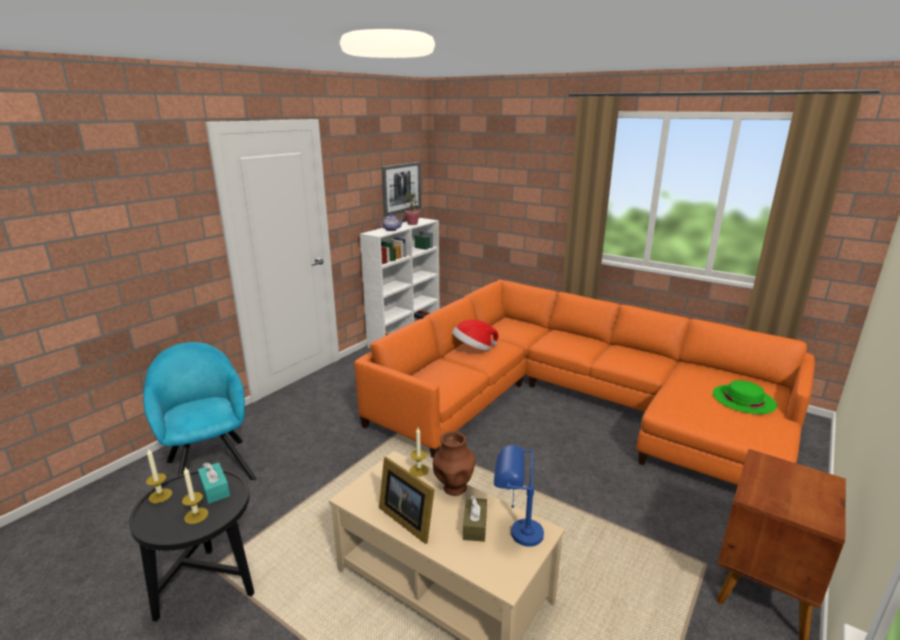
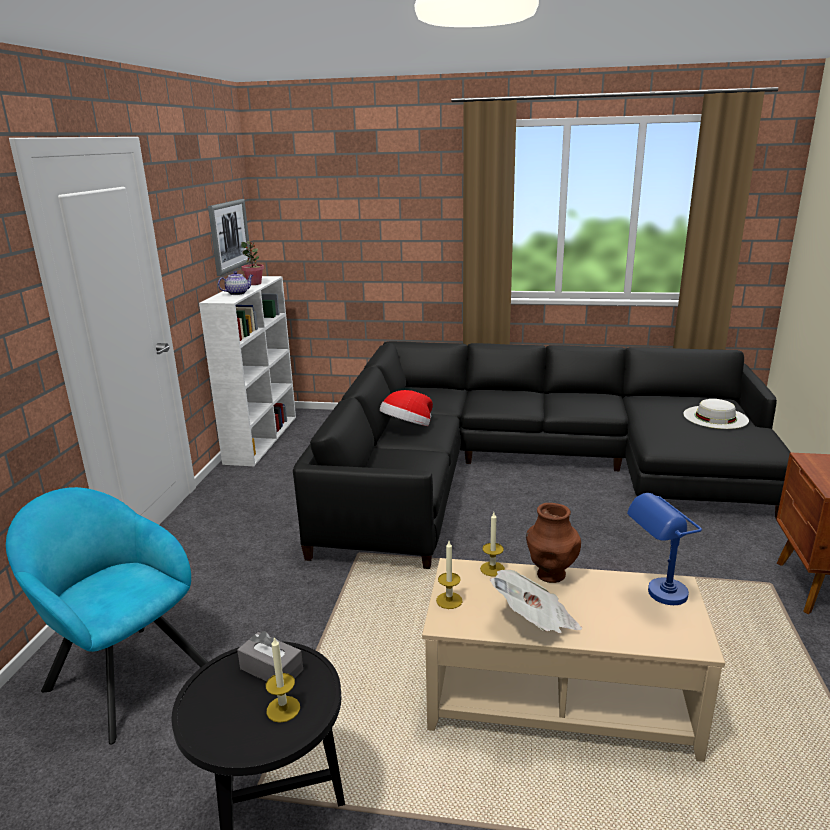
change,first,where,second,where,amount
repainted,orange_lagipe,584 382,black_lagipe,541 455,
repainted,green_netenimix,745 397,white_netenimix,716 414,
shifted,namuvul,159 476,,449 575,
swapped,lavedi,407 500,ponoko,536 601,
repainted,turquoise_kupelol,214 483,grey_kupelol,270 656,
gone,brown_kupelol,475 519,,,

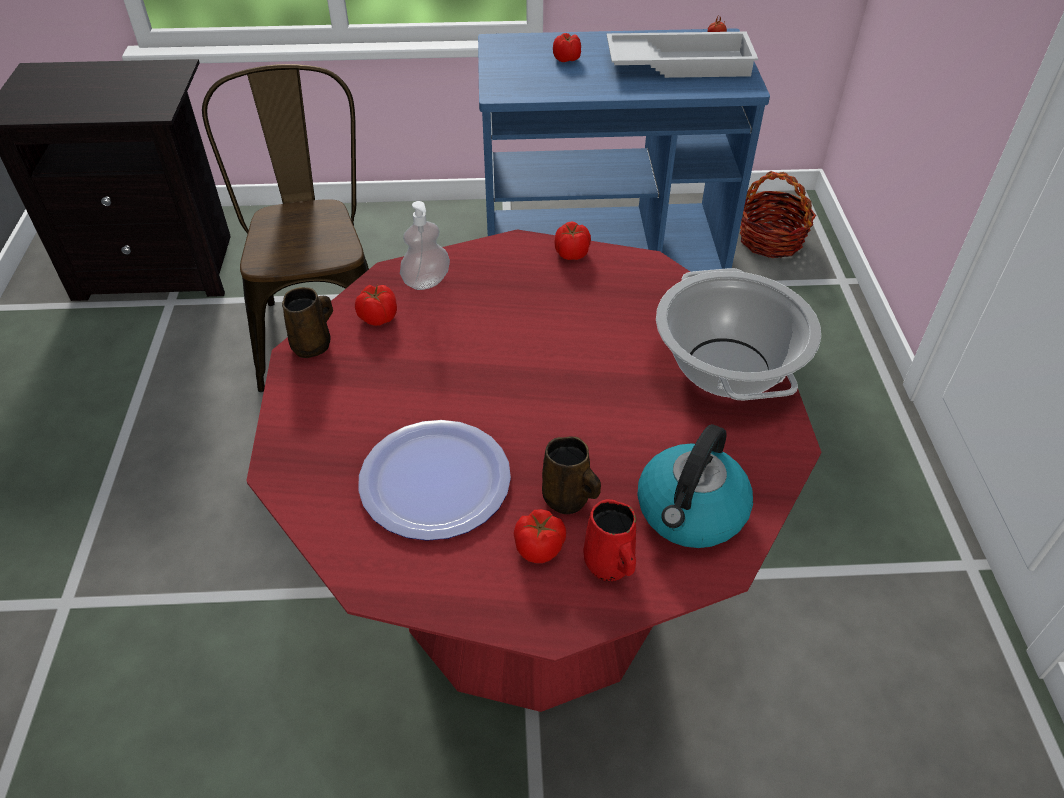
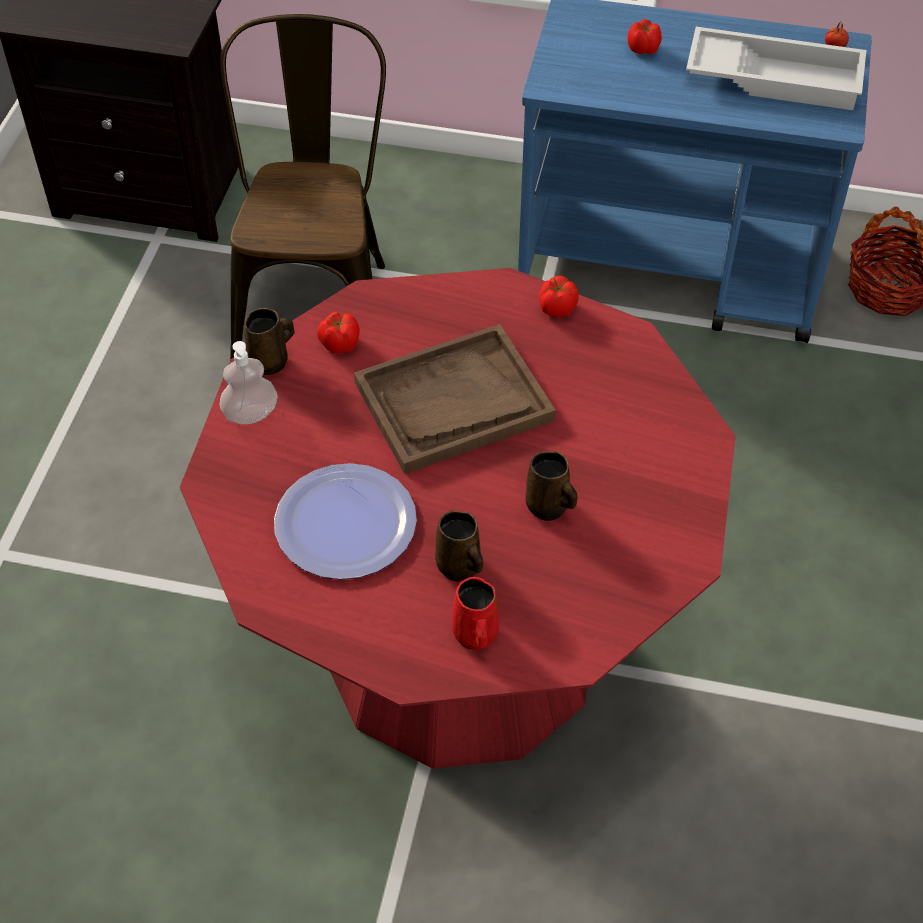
change,first,where,second,where,amount
shifted,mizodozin,425 245,,249 382,
gone,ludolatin,738 334,,,
gone,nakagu,695 486,,,
gone,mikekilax,540 536,,,
new,,,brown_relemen,455 399,
new,,,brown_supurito,551 486,

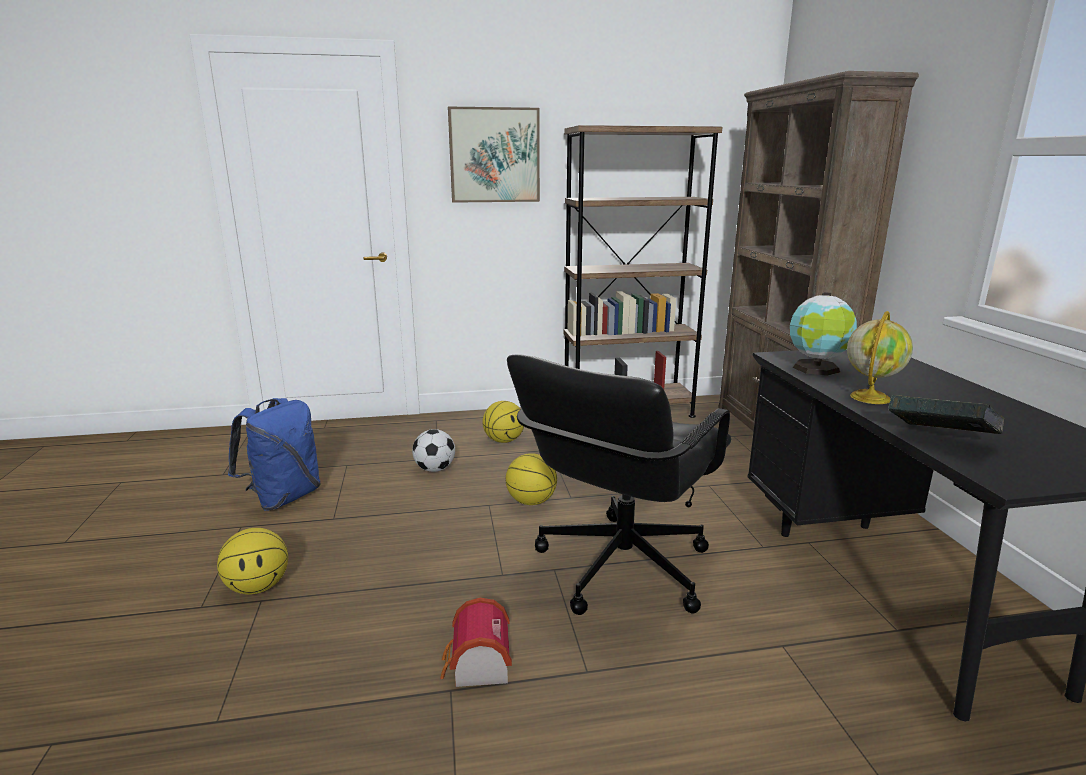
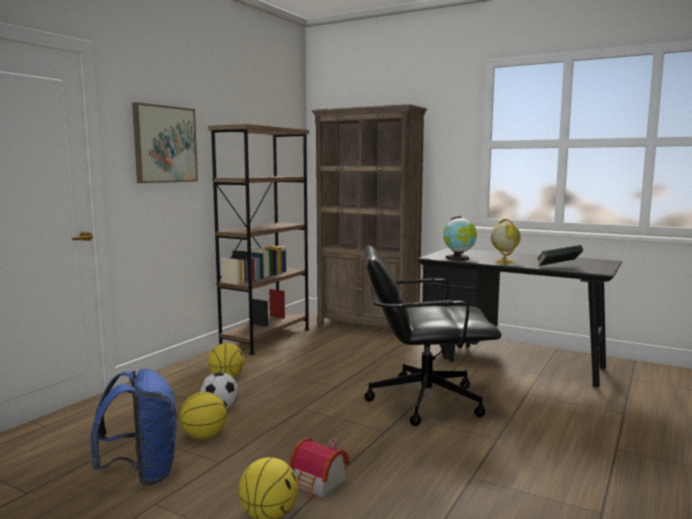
change,first,where,second,where,amount
rotated,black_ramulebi,619 484,,432 336,105 degrees clockwise
shifted,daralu,531 479,,203 415,
shifted,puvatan,476 642,,319 469,

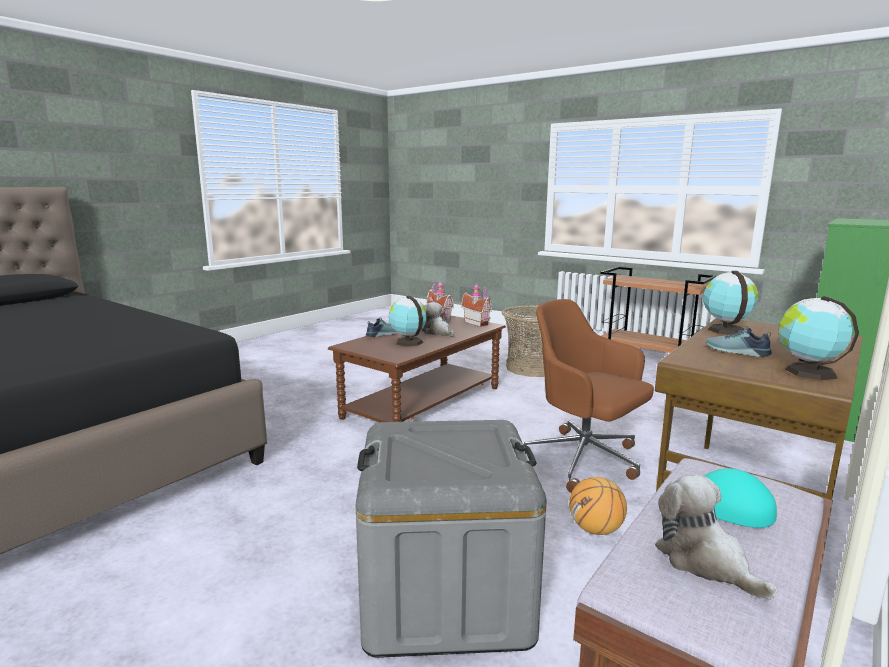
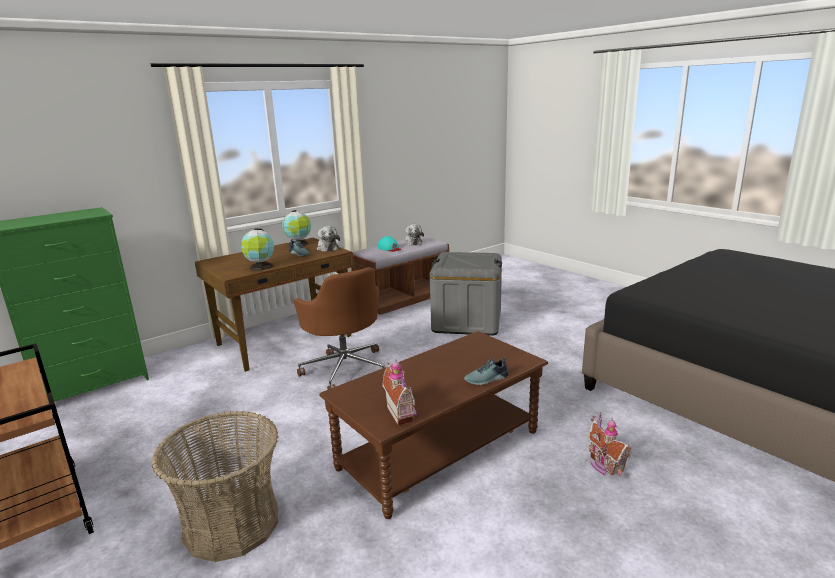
change,first,where,second,where,amount
shifted,puvatan,476 305,,609 444,
gone,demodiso,407 321,,,
shifted,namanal,438 319,,328 239,
gone,daralu,598 506,,,

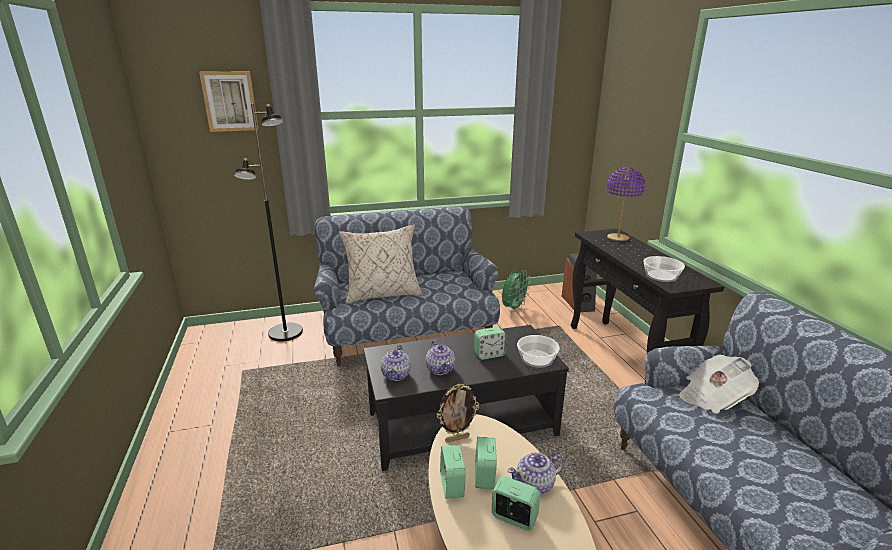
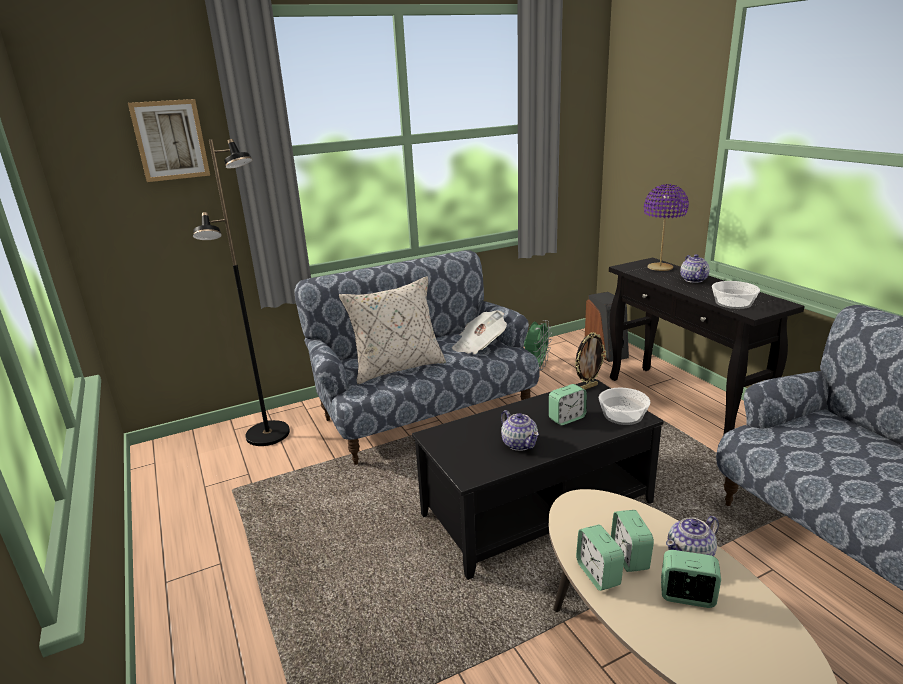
change,first,where,second,where,amount
shifted,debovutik,396 363,,695 268,
shifted,ponoko,719 384,,479 332,
shifted,lavedi,458 413,,590 361,

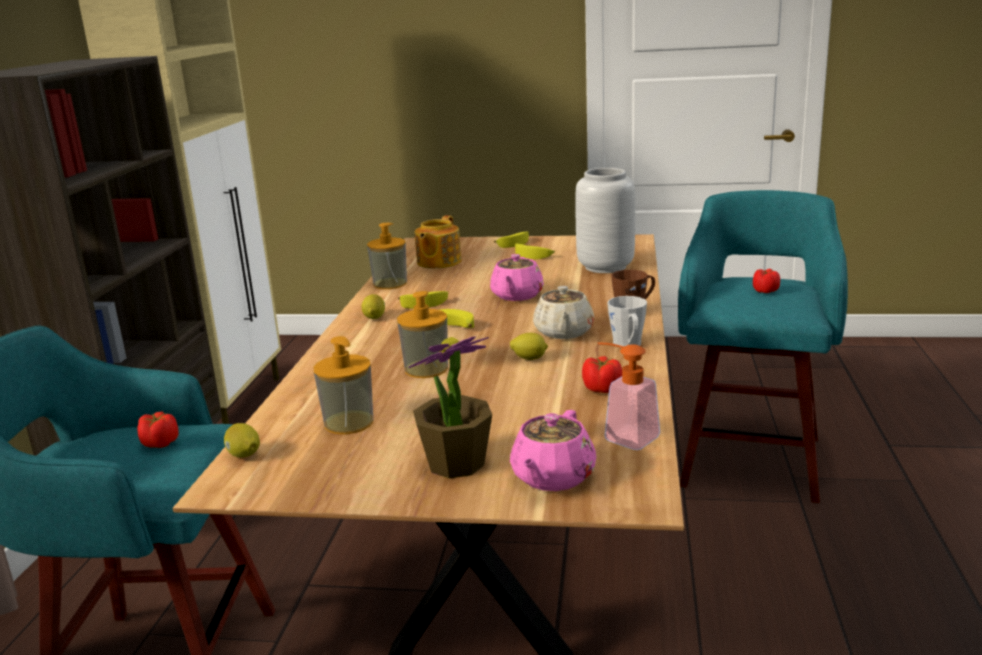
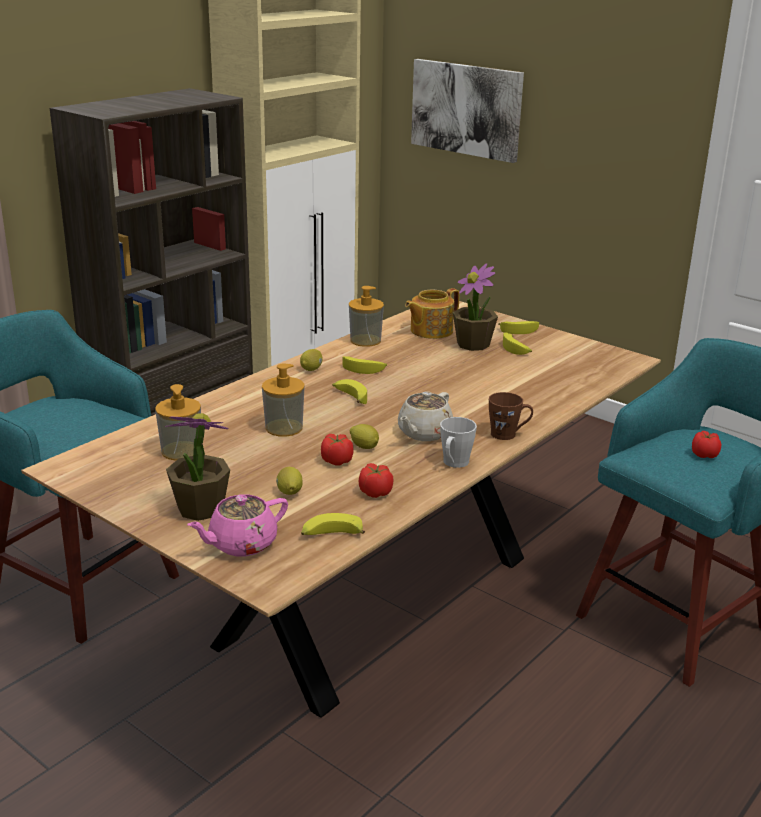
change,first,where,second,where,amount
gone,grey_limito,605 220,,,
gone,pink_debovutik,517 277,,,
swapped,mizodozin,629 396,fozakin,333 524,
shifted,mikekilax,158 429,,337 450,
shifted,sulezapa,242 440,,289 481,
new,,,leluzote,467 111,
new,,,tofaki,475 307,

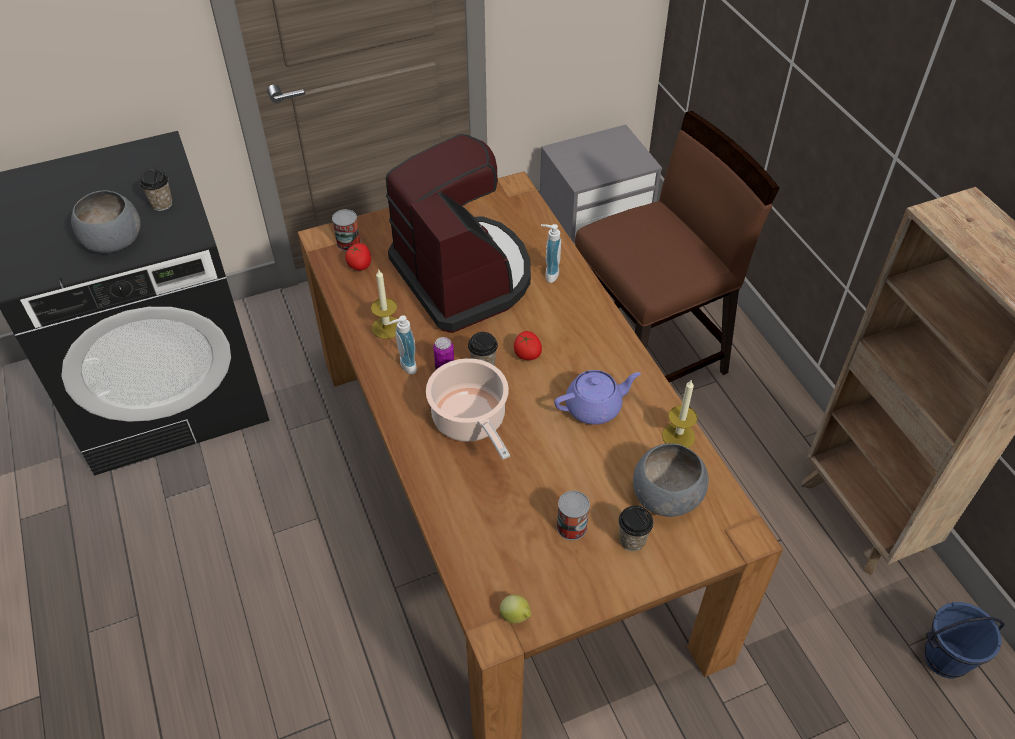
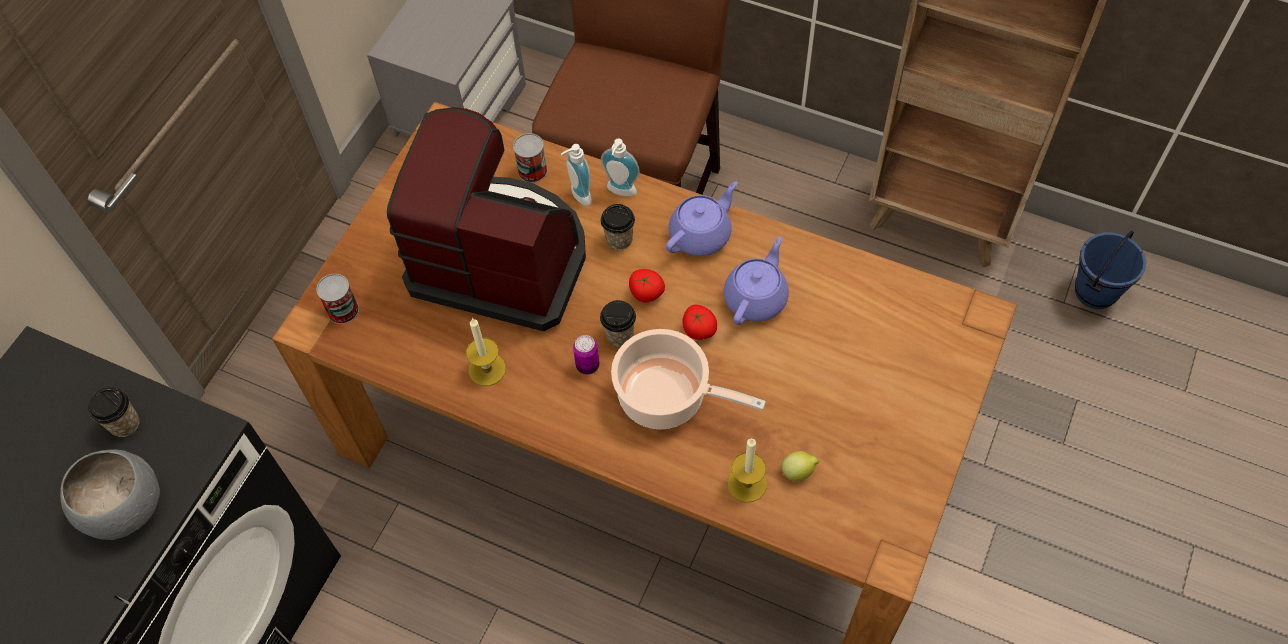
change,first,where,second,where,amount
shifted,mikekilax,358 257,,699 322,
shifted,mizodozin,403 345,,620 167,
shifted,namuvul,679 414,,747 470,
gone,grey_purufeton,671 480,,,
shifted,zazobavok,573 515,,530 158,
shifted,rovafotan,636 528,,618 227,
shifted,sulezapa,515 609,,800 466,
new,,,purple_debovutik,702 218,

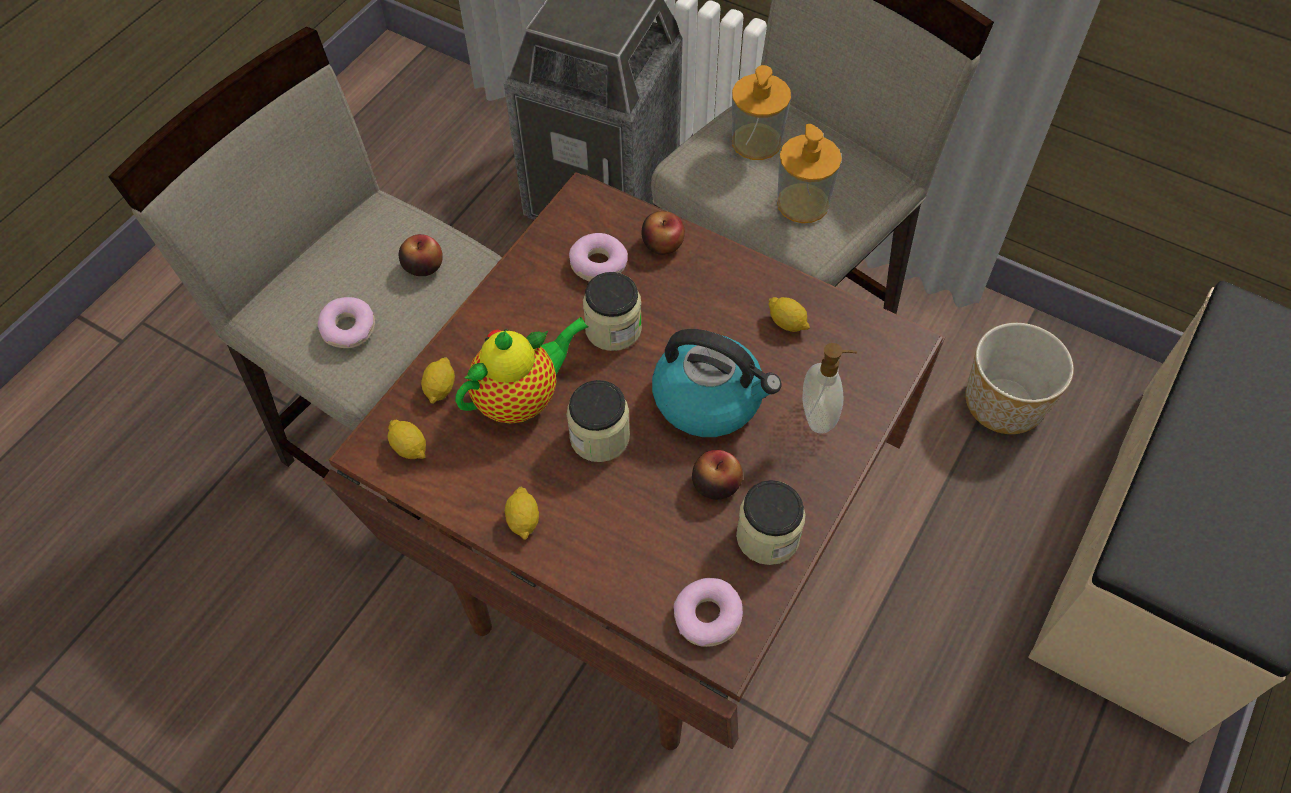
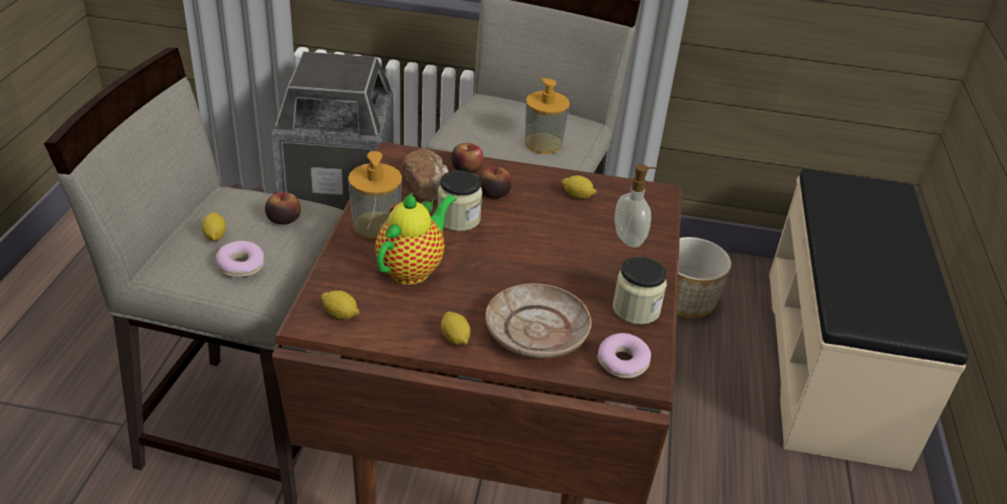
change,first,where,second,where,amount
shifted,mizodozin,761 112,,375 195,
swapped,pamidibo,598 257,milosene,425 174,
gone,nakagu,716 383,,,
shifted,sulezapa,438 380,,214 226,
gone,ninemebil,598 421,,,
shifted,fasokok,717 475,,495 182,
new,,,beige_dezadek,538 320,

